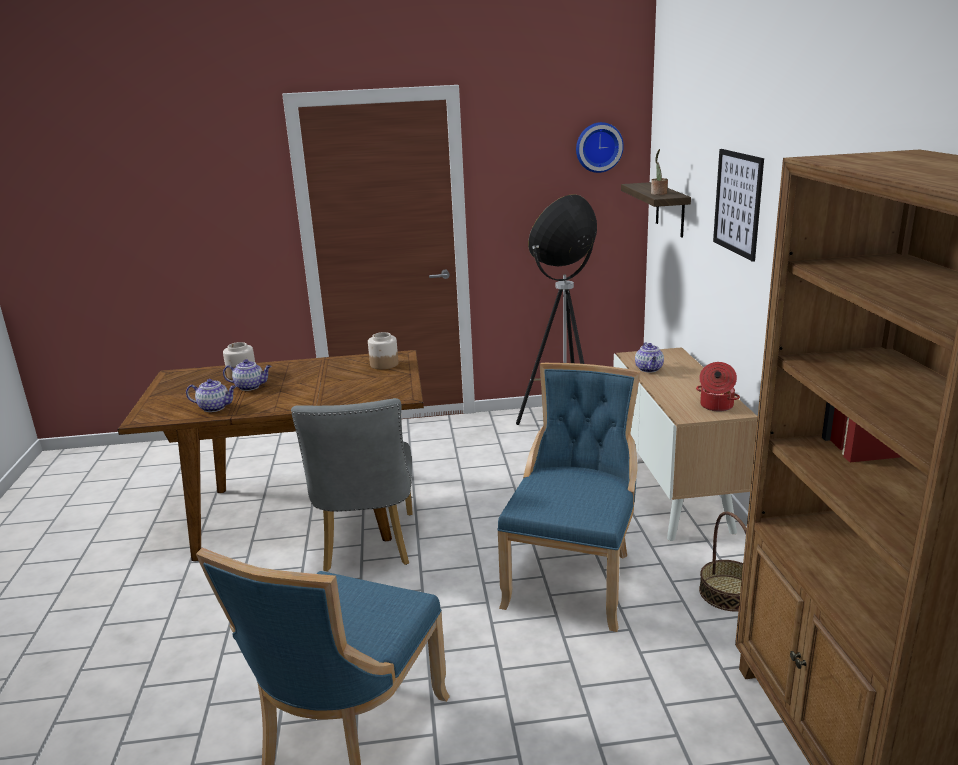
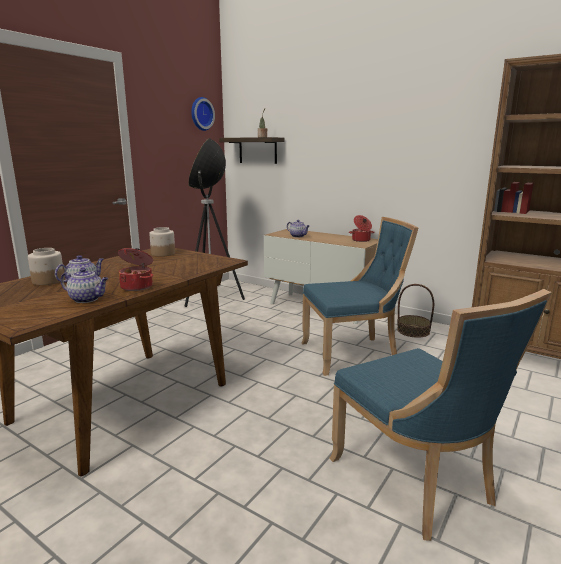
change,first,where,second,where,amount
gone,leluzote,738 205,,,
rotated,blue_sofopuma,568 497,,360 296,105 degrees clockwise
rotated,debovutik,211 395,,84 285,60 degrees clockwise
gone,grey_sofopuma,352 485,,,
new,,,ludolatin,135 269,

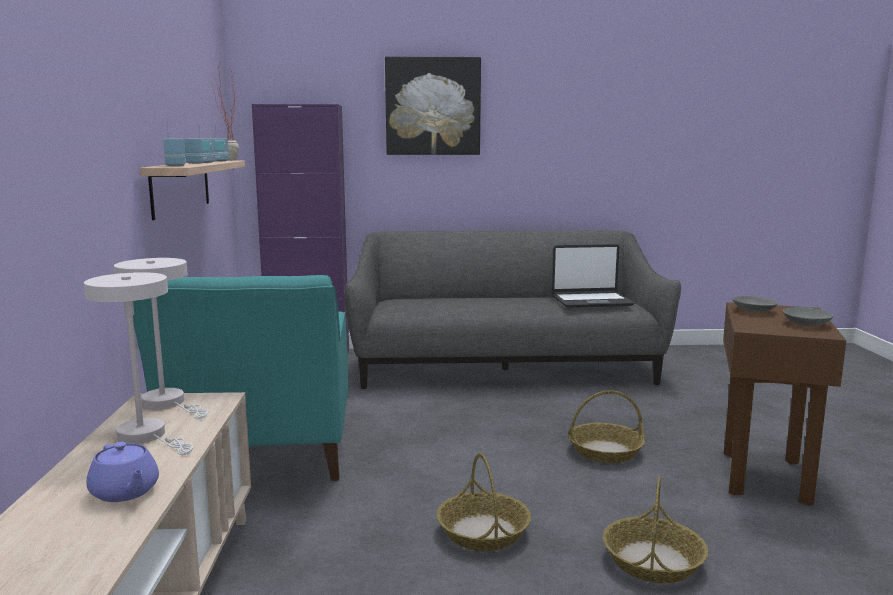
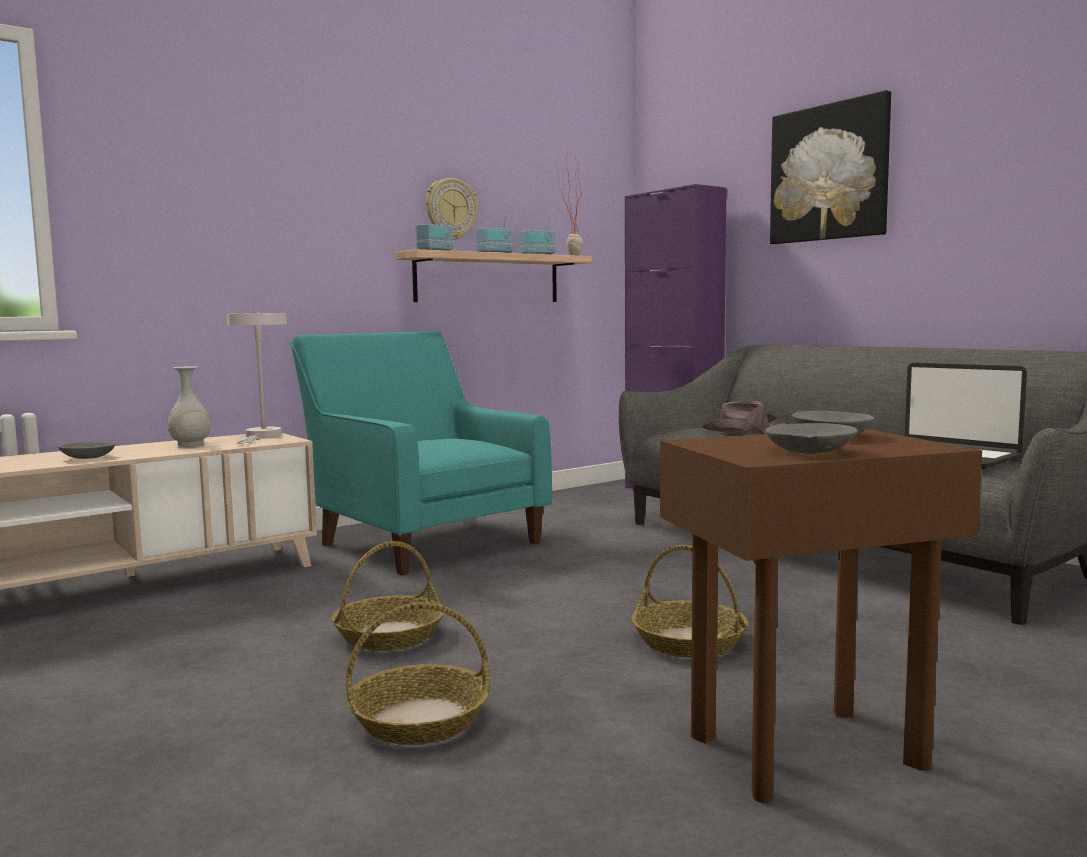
change,first,where,second,where,amount
swapped,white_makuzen,138 363,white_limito,189 406,
rotated,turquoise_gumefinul,240 378,,420 453,90 degrees clockwise
swapped,purple_debovutik,122 472,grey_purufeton,87 450,
new,,,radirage,452 209,
new,,,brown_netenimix,743 417,

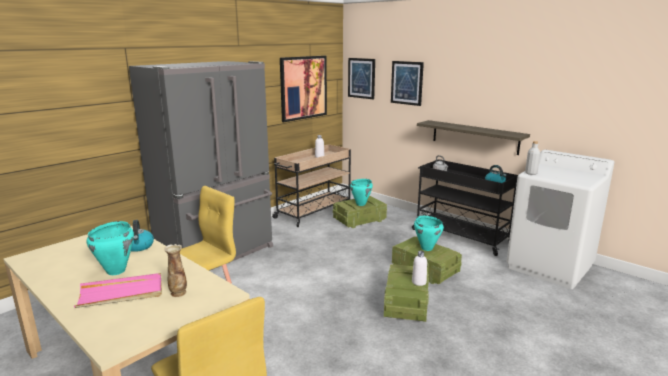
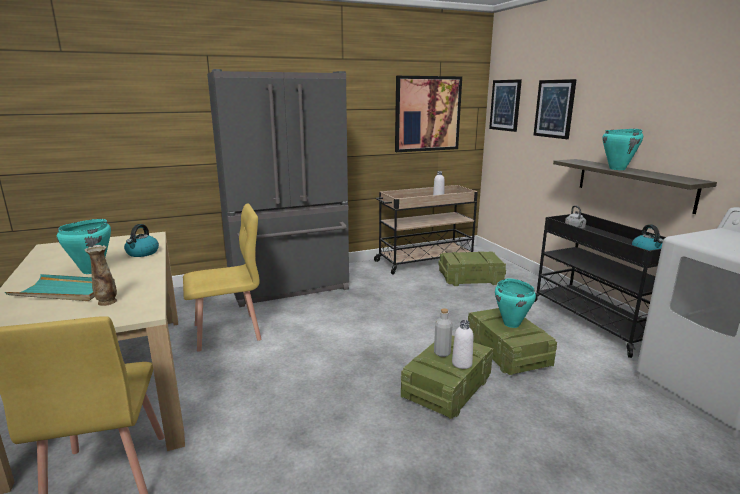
change,first,where,second,where,amount
shifted,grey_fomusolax,532 158,,443 332,
shifted,turquoise_ludolatin,361 192,,623 149,
repainted,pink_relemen,118 290,turquoise_relemen,60 287,

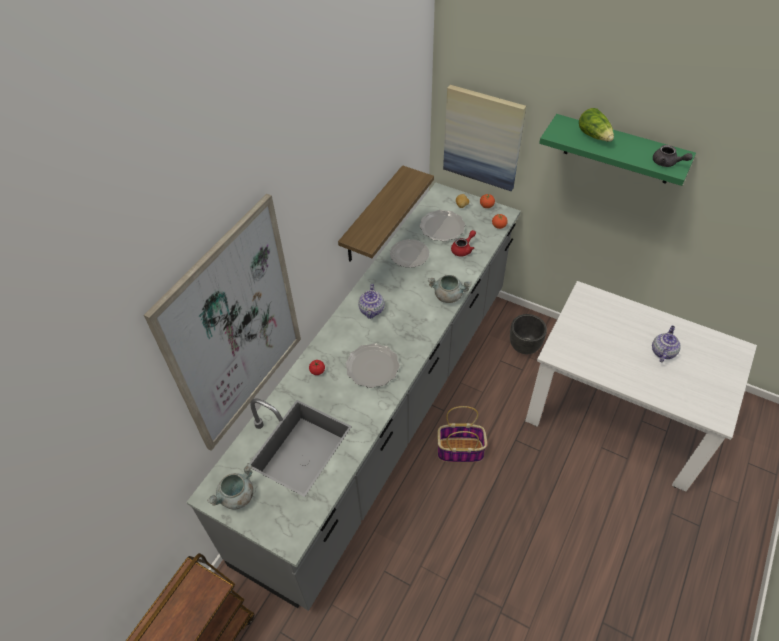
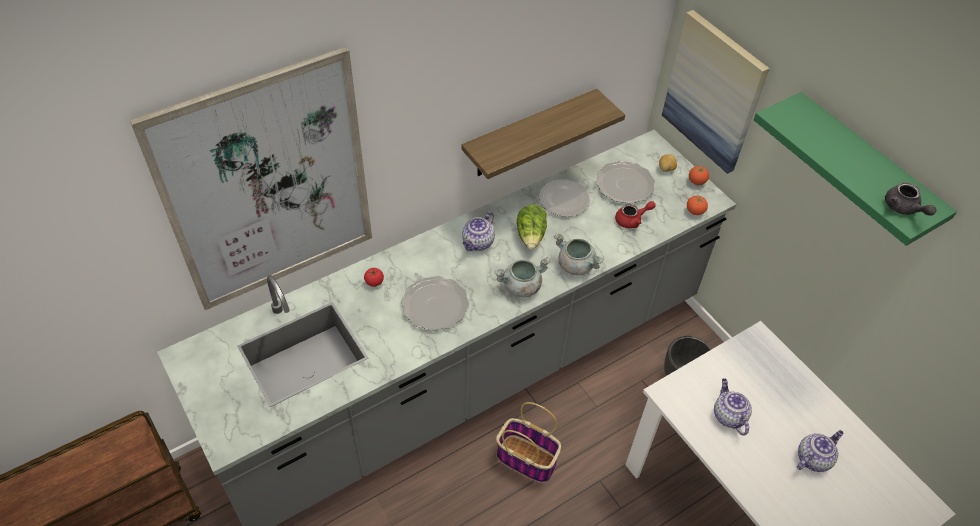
change,first,where,second,where,amount
shifted,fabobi,596 125,,532 227,
shifted,grey_ludolatin,230 486,,522 277,
new,,,debovutik,733 407,

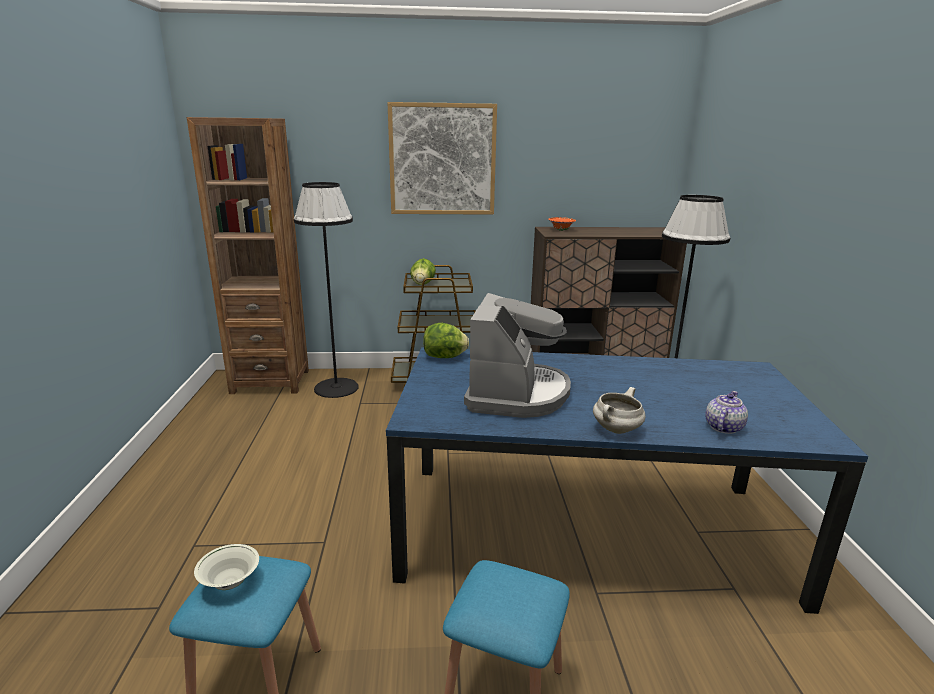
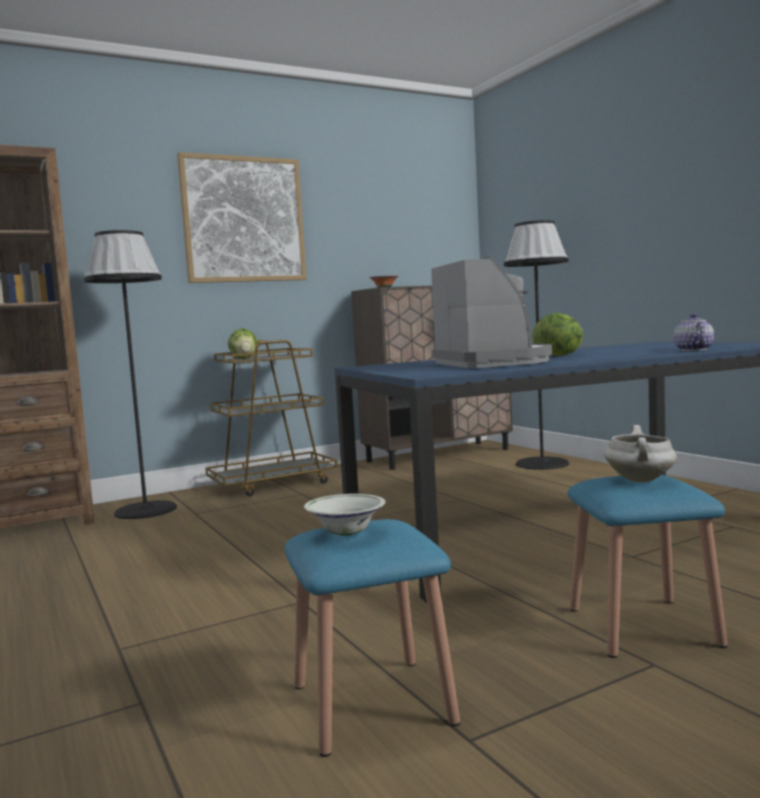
change,first,where,second,where,amount
shifted,fabobi,446 340,,557 334,
shifted,white_ludolatin,619 410,,640 453,

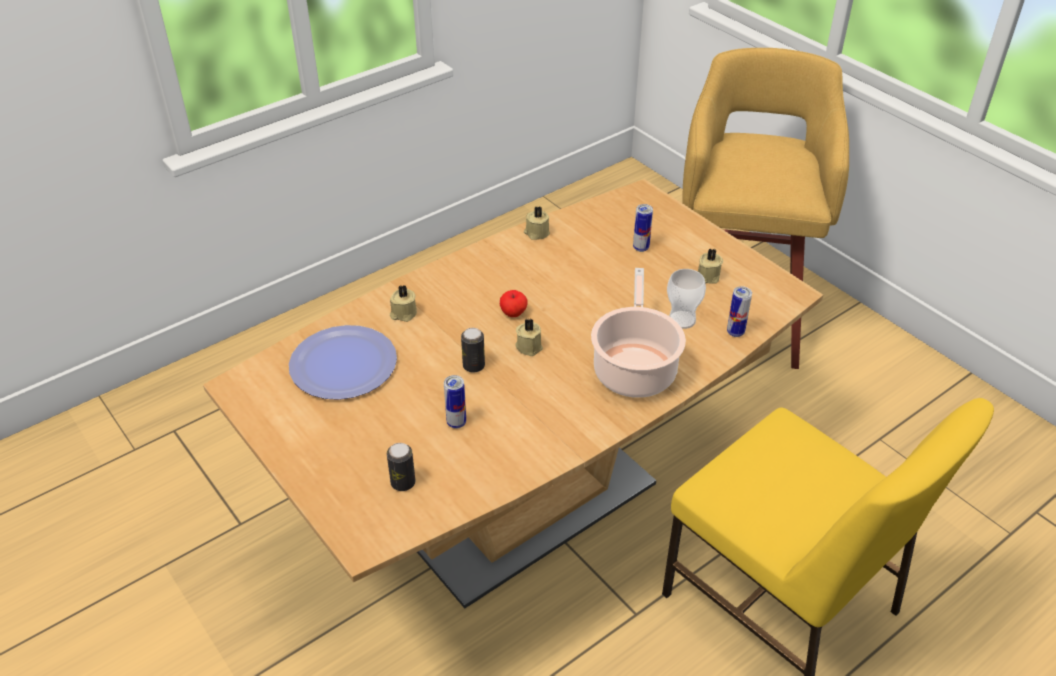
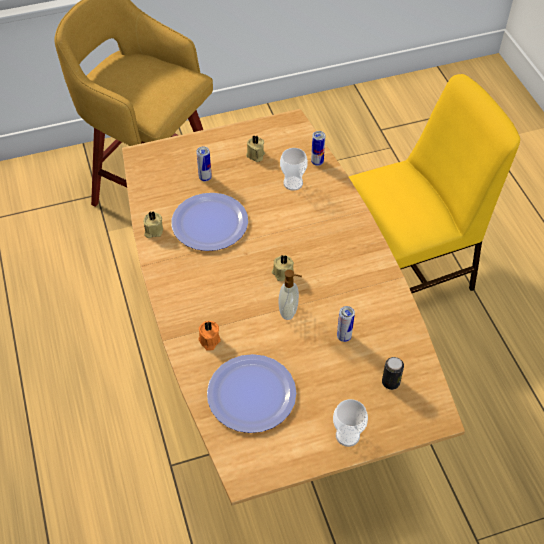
change,first,where,second,where,amount
gone,ludolatin,638 333,,,
repainted,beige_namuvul,403 303,orange_namuvul,209 336,
gone,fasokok,514 303,,,
swapped,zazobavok,473 350,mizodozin,290 295,
new,,,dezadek,209 222,
new,,,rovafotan,350 423,

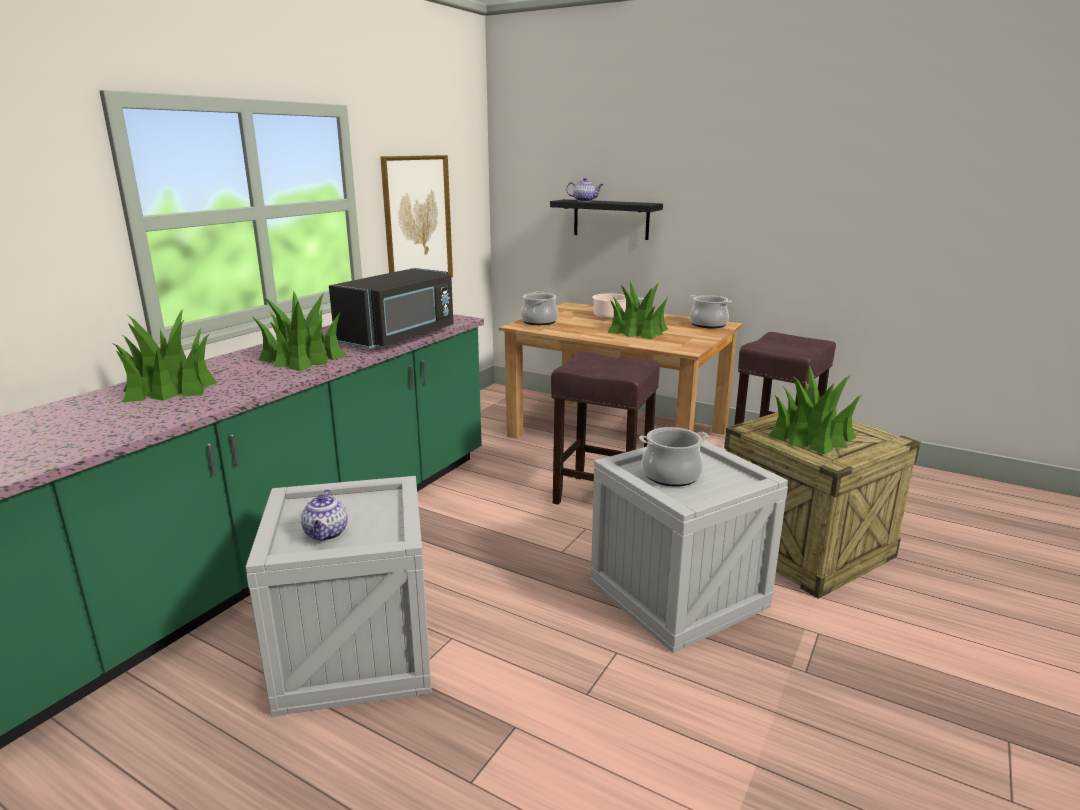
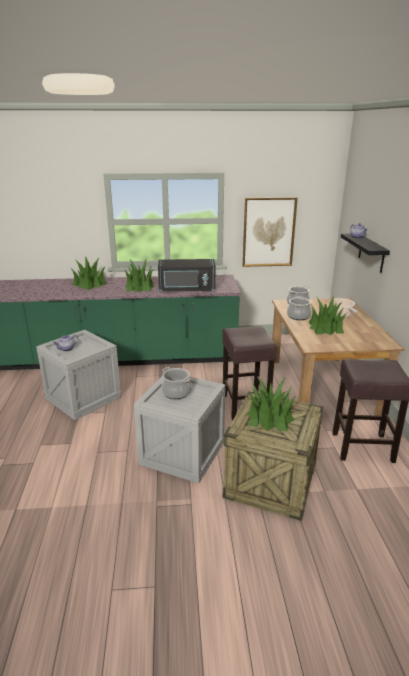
change,first,where,second,where,amount
shifted,ludolatin,711 311,,299 308,

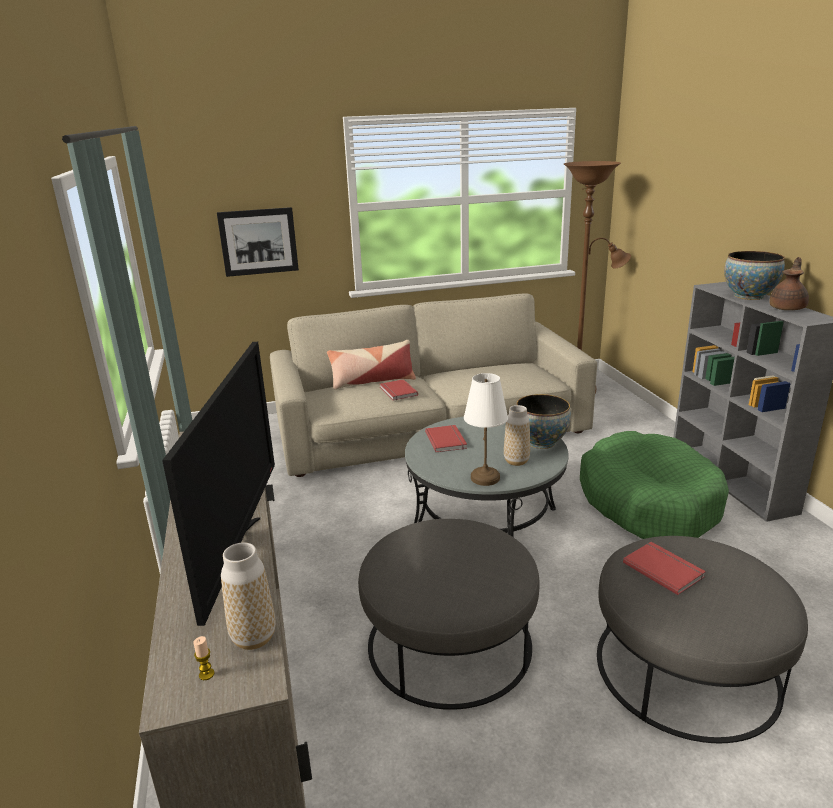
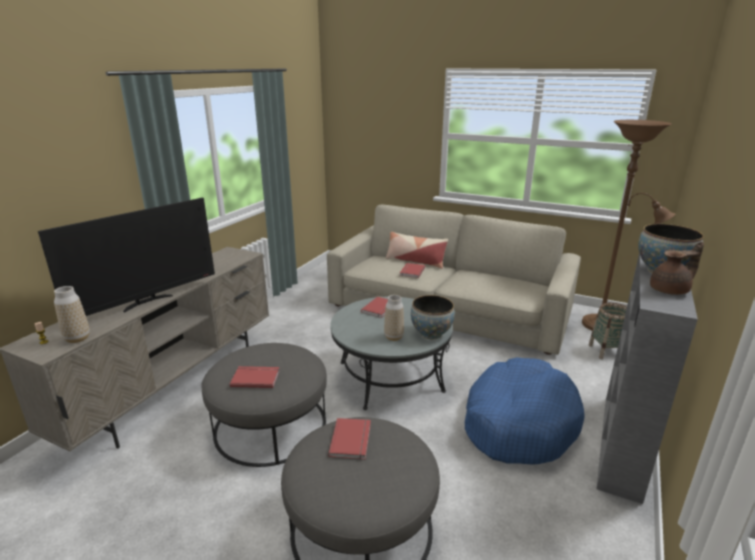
change,first,where,second,where,amount
gone,leluzote,258 242,,,
gone,white_makuzen,486 429,,,
repainted,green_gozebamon,654 485,blue_gozebamon,524 411,
new,,,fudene,608 331,
new,,,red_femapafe,255 377,

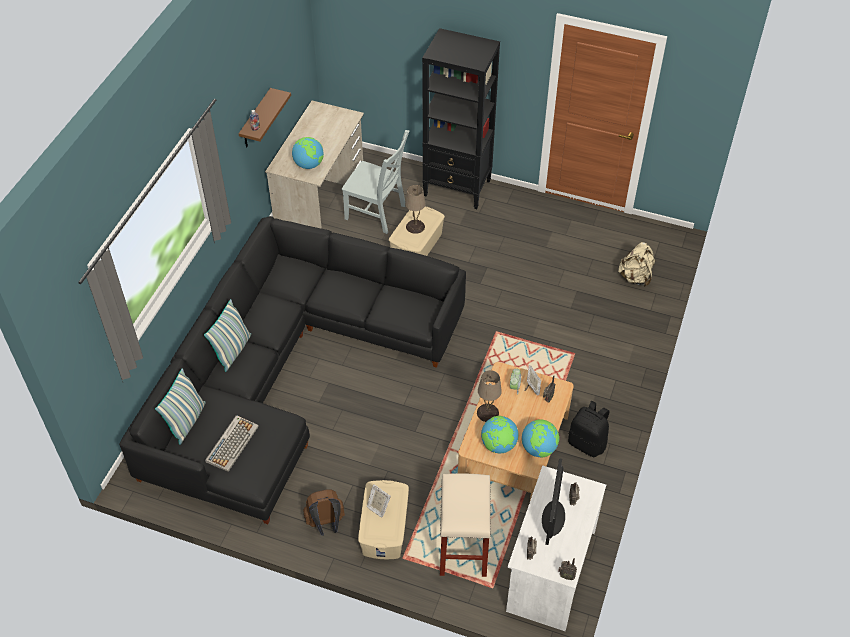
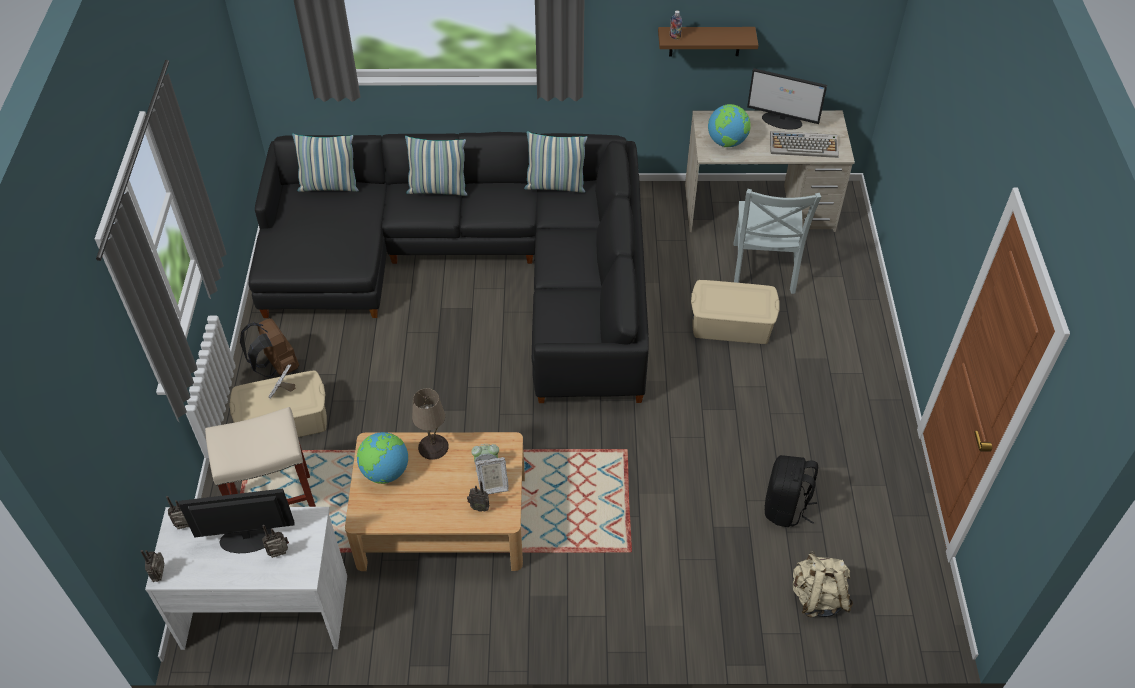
change,first,where,second,where,amount
gone,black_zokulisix,461 118,,,
gone,beige_makuzen,415 209,,,
shifted,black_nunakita,588 429,,791 491,
shifted,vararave,232 443,,804 144,
gone,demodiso,540 438,,,
new,,,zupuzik,787 99,
new,,,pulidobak,556 162,

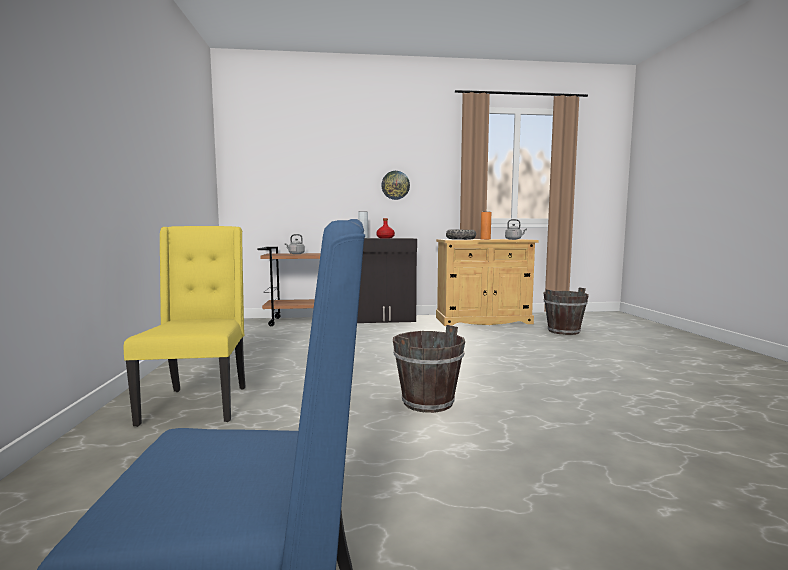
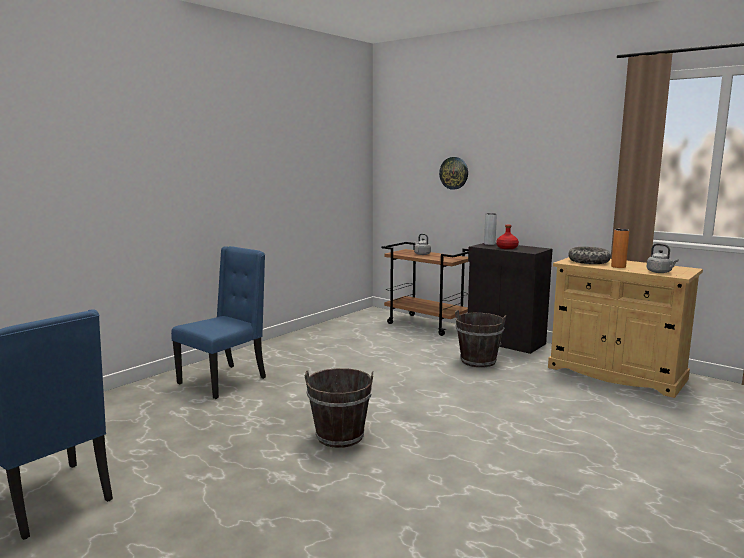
change,first,where,second,where,amount
shifted,radirage,395 185,,453 173,
repainted,yellow_sofopuma,184 326,blue_sofopuma,218 322,
shifted,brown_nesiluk,566 311,,480 338,

